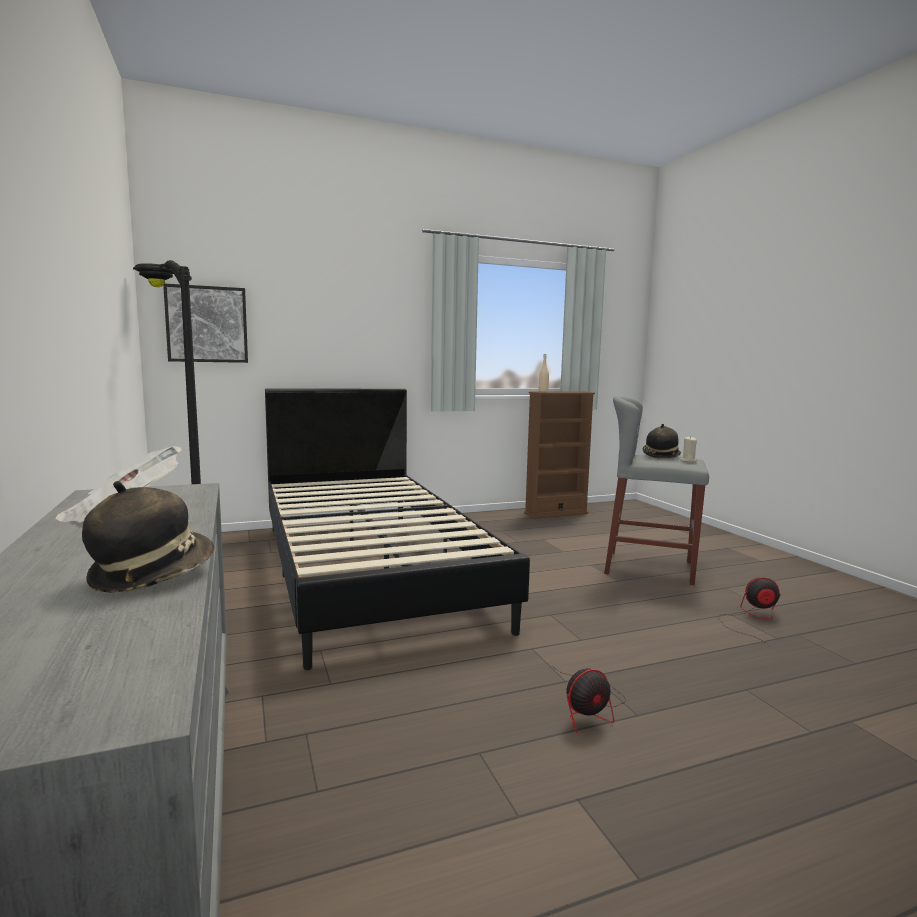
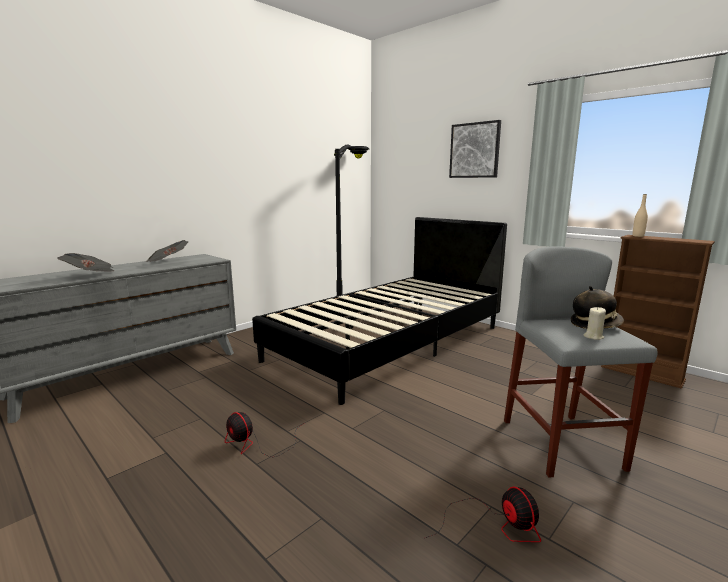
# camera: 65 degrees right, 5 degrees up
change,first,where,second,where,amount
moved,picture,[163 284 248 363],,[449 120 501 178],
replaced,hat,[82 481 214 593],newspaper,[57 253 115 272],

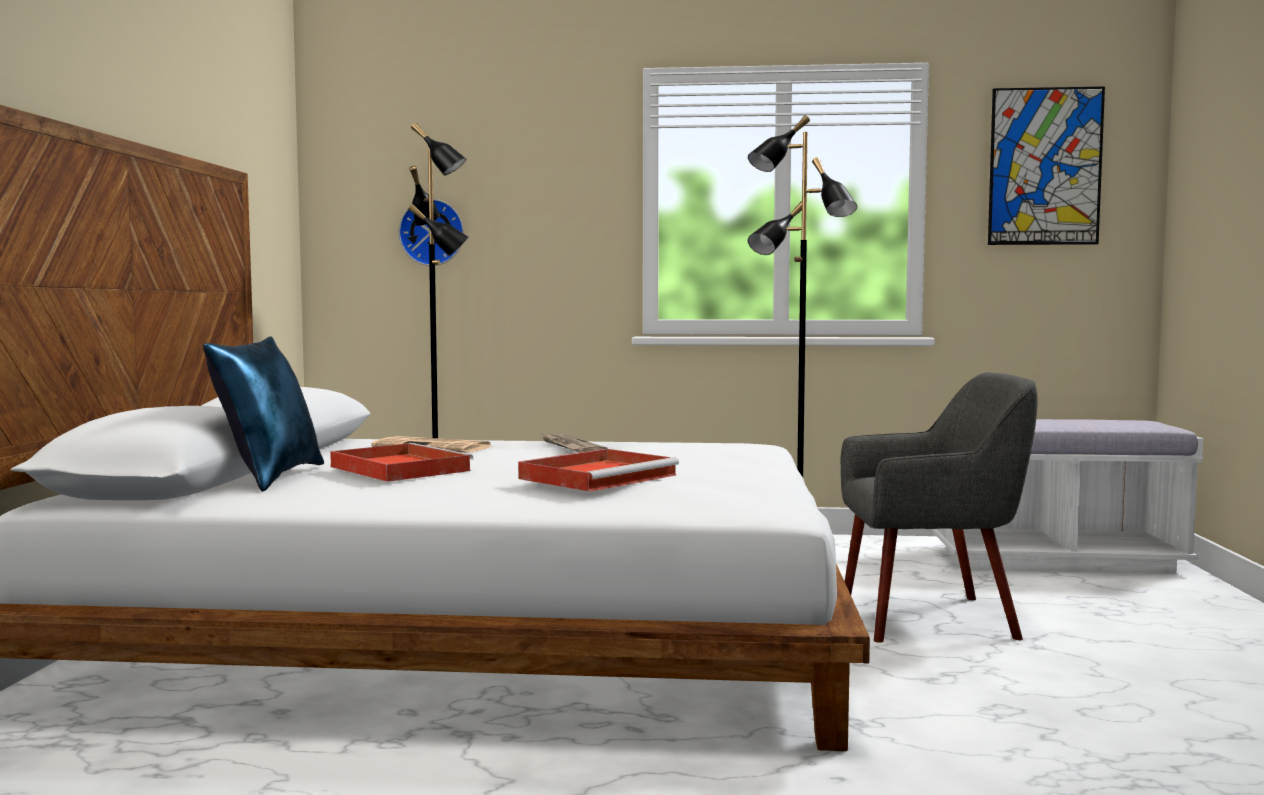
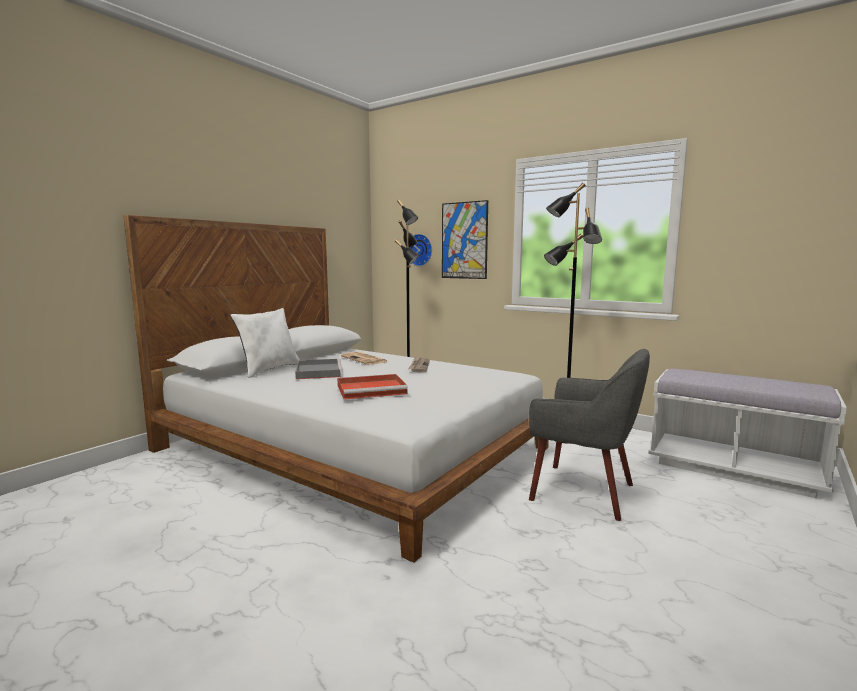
# camera: 30 degrees right, 5 degrees up
change,first,where,second,where,amount
moved,picture,[988 86 1105 245],,[442 200 488 279],
recoloured,blue pillow,[203 336 324 492],white pillow,[231 308 300 378],
recoloured,red tray,[330 443 474 482],grey tray,[295 359 342 379],

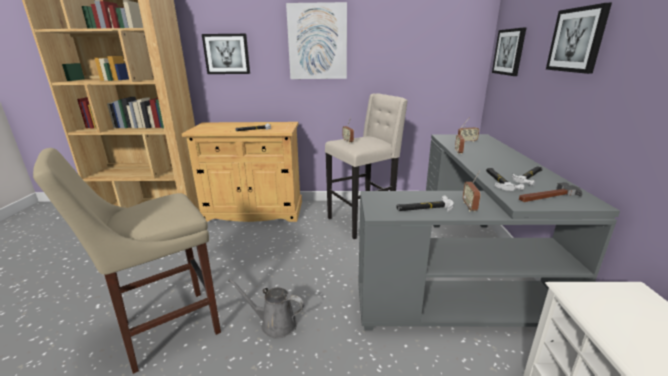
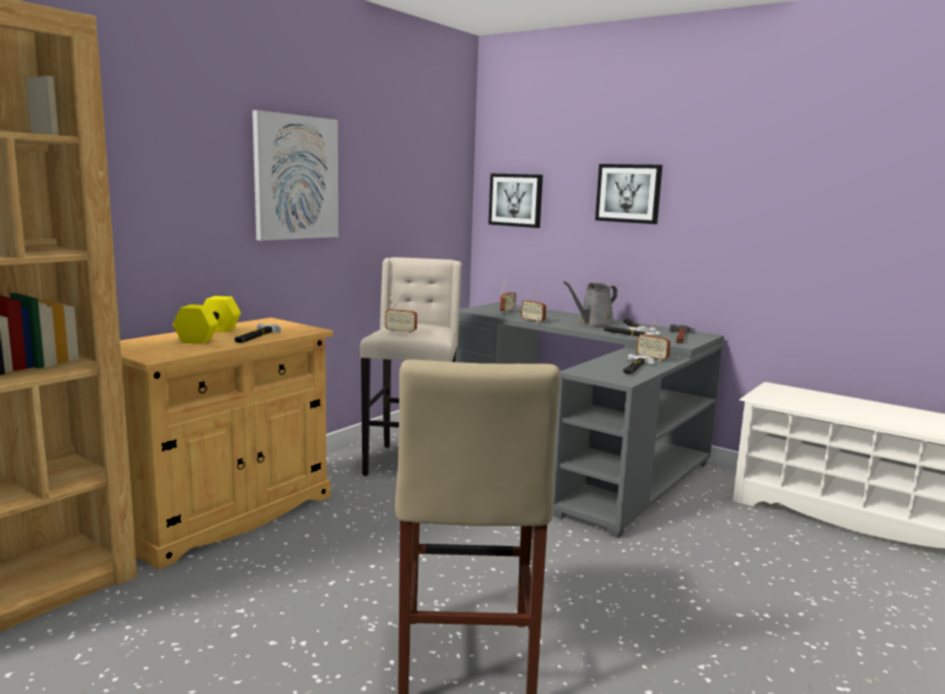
# camera: 55 degrees left, 10 degrees down
change,first,where,second,where,amount
removed,picture,[202 34 250 74],,,
added,,,yellow dumbbell,[173 296 241 344],
moved,grey watering can,[228 279 304 338],,[563 281 618 327],

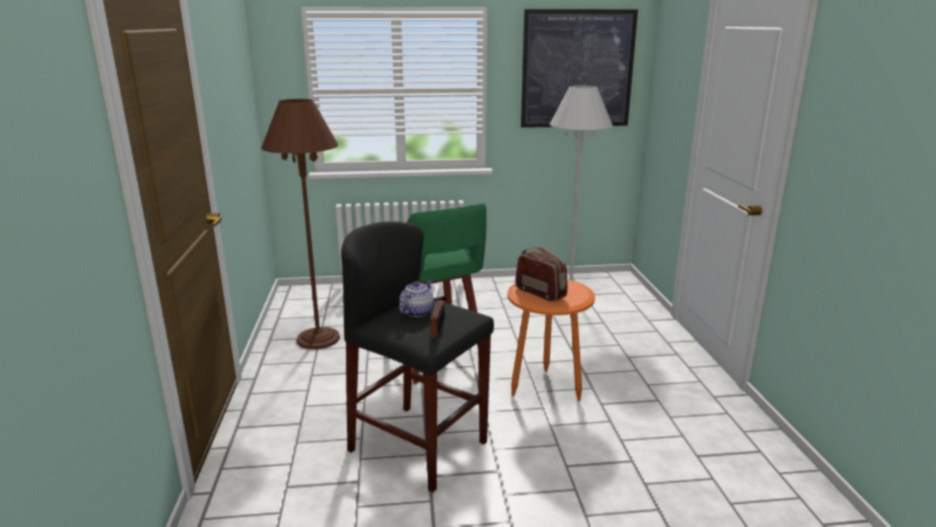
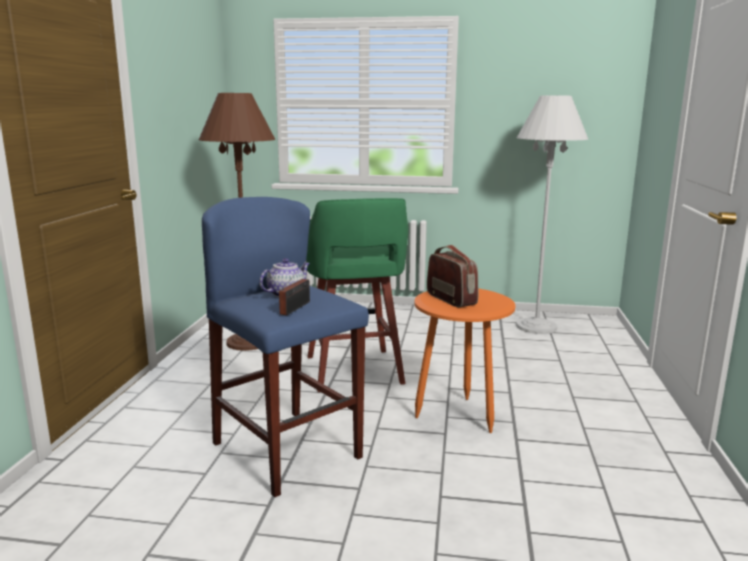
# camera: 15 degrees right, 5 degrees down
change,first,where,second,where,amount
removed,picture,[521 9 638 128],,,
recoloured,black stool,[341 221 494 492],blue stool,[202 197 369 497],

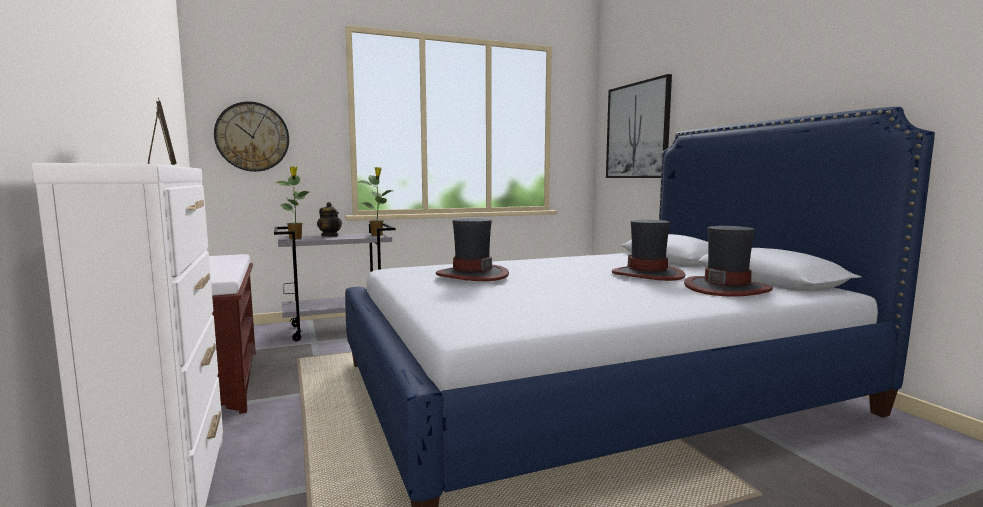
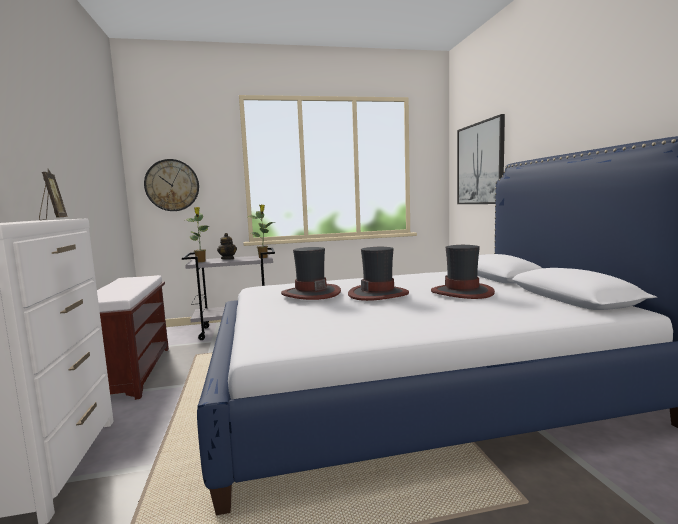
# camera: 10 degrees right, 0 degrees up
change,first,where,second,where,amount
moved,hat,[684 226 773 297],,[348 247 409 301],

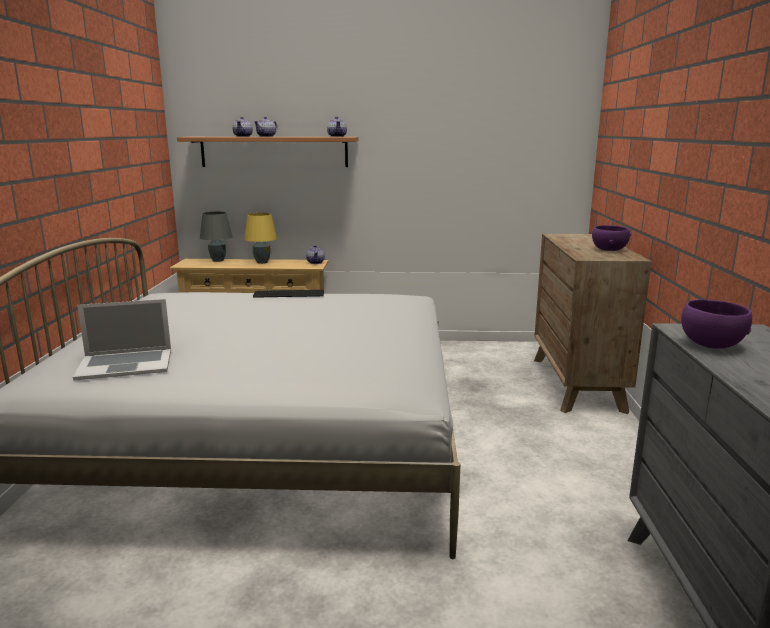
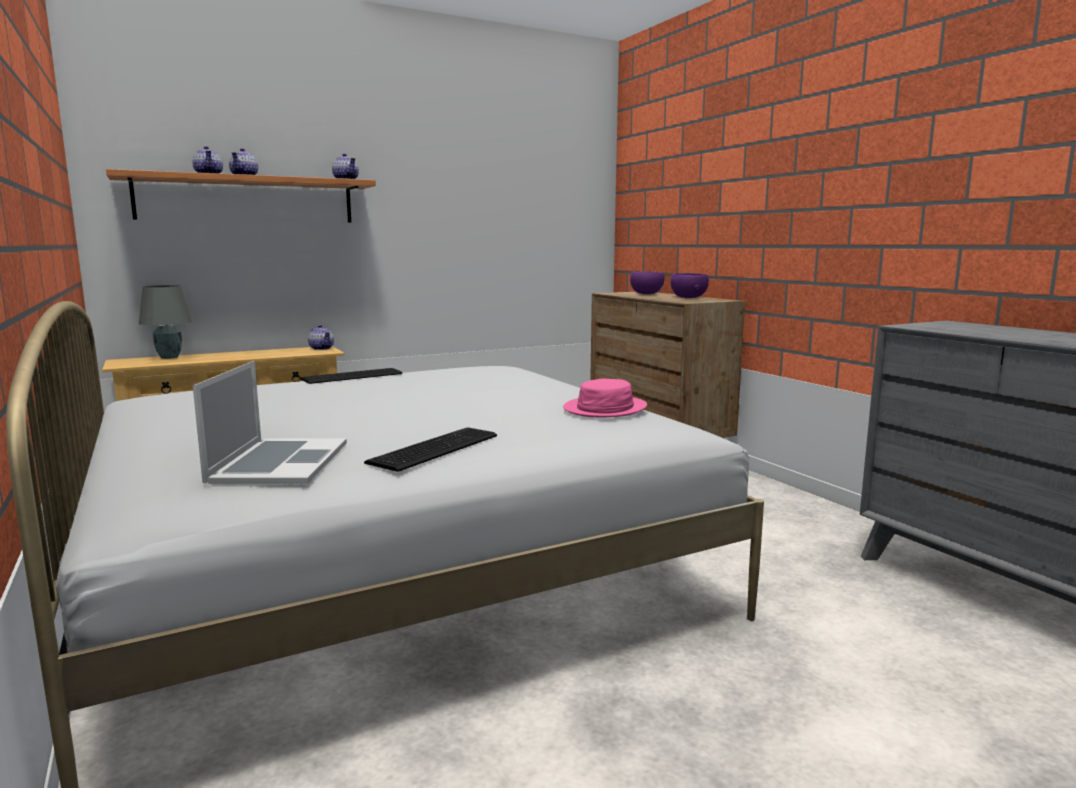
# camera: 30 degrees left, 5 degrees down
change,first,where,second,where,amount
removed,yellow table lamp,[244 213 277 264],,,
added,,,keyboard,[364 427 497 472],
added,,,pink hat,[563 379 647 417],
moved,purple bowl,[681 299 752 349],,[630 271 664 294],
turned,laptop,[73 299 171 381],,[193 361 347 484],45 degrees counterclockwise

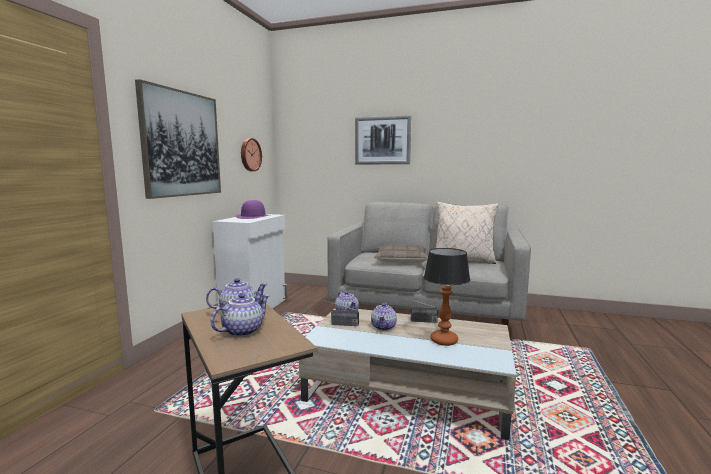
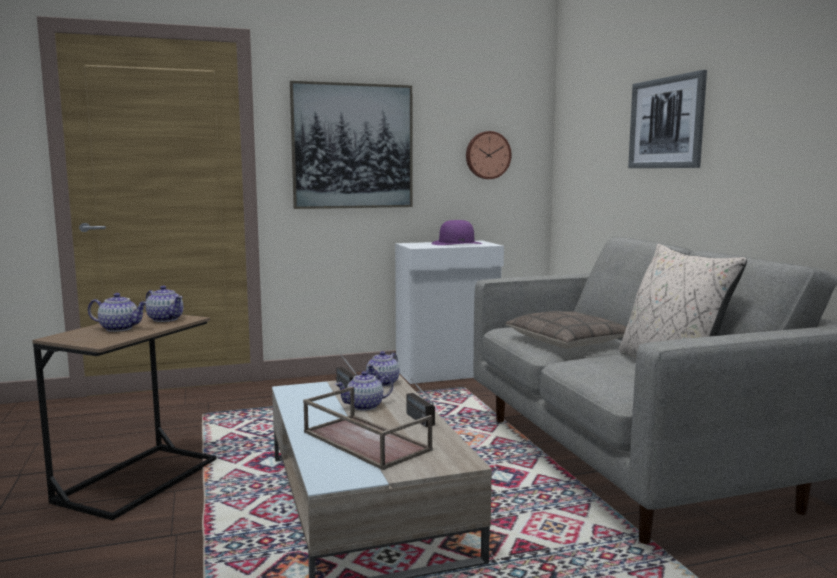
# camera: 55 degrees right, 0 degrees up
change,first,where,second,where,amount
replaced,table lamp,[424 248 470 346],brown tray,[303 387 433 470],

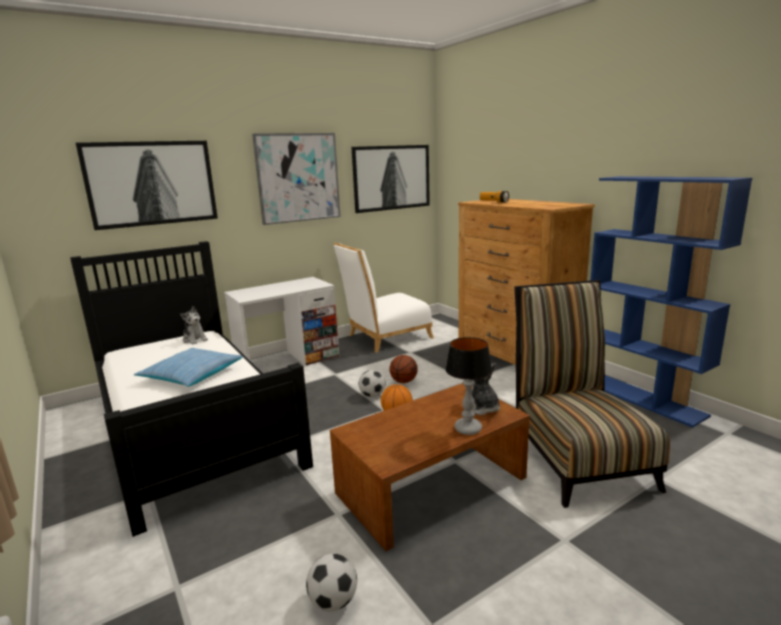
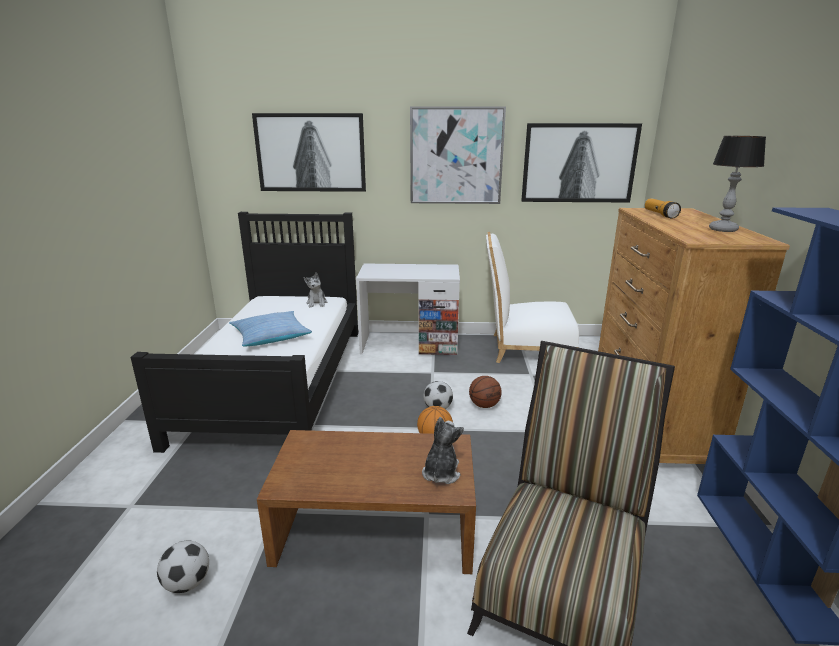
# camera: 35 degrees right, 5 degrees up
change,first,where,second,where,amount
moved,table lamp,[446 337 492 435],,[709 136 766 232],

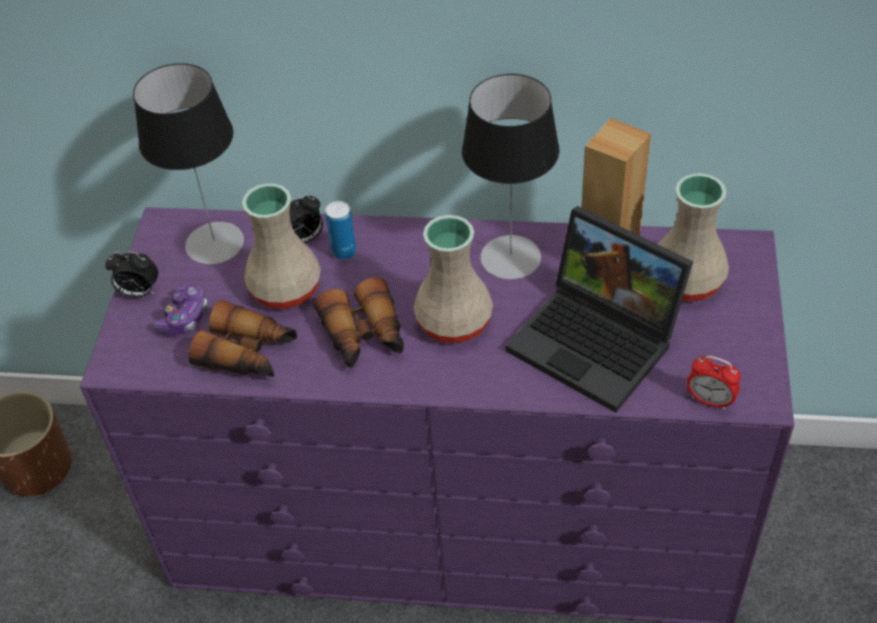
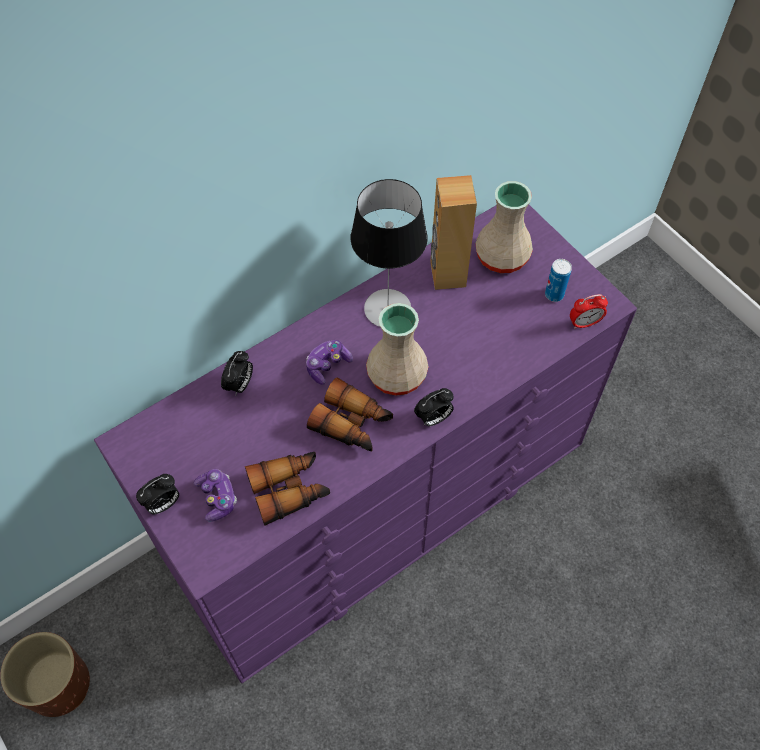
# camera: 45 degrees left, 10 degrees up
change,first,where,second,where,amount
removed,table lamp,[133 63 244 264],,,
removed,beige vase,[242 183 321 309],,,
removed,laptop,[506 206 693 413],,,
added,,,game controller,[306 340 353 385],
added,,,alarm clock,[414 388 454 426],
moved,can,[325 201 356 260],,[545 259 572 302],

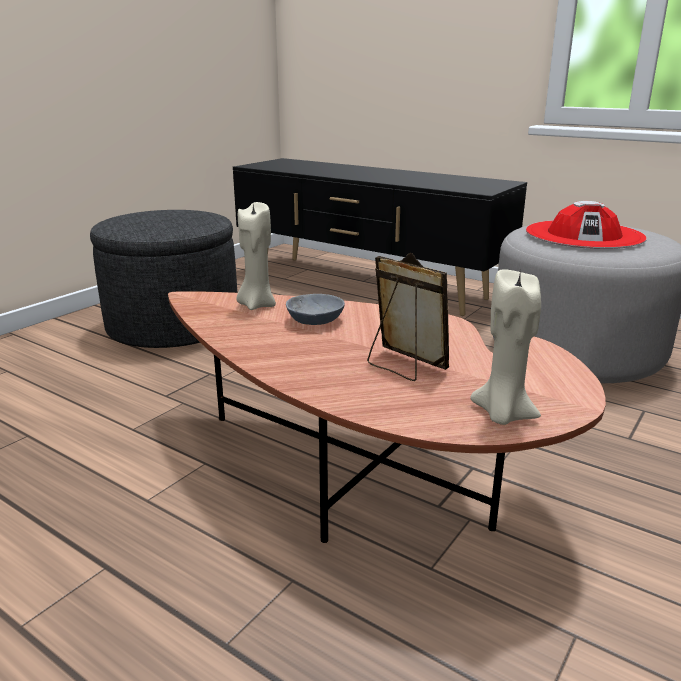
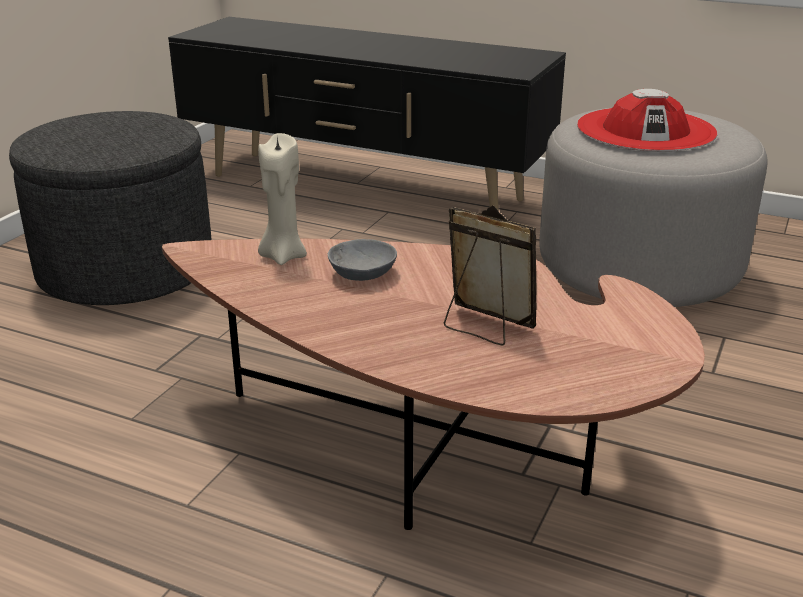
# camera: 10 degrees left, 5 degrees up
change,first,where,second,where,amount
removed,beige candle,[470 270 541 425],,,

